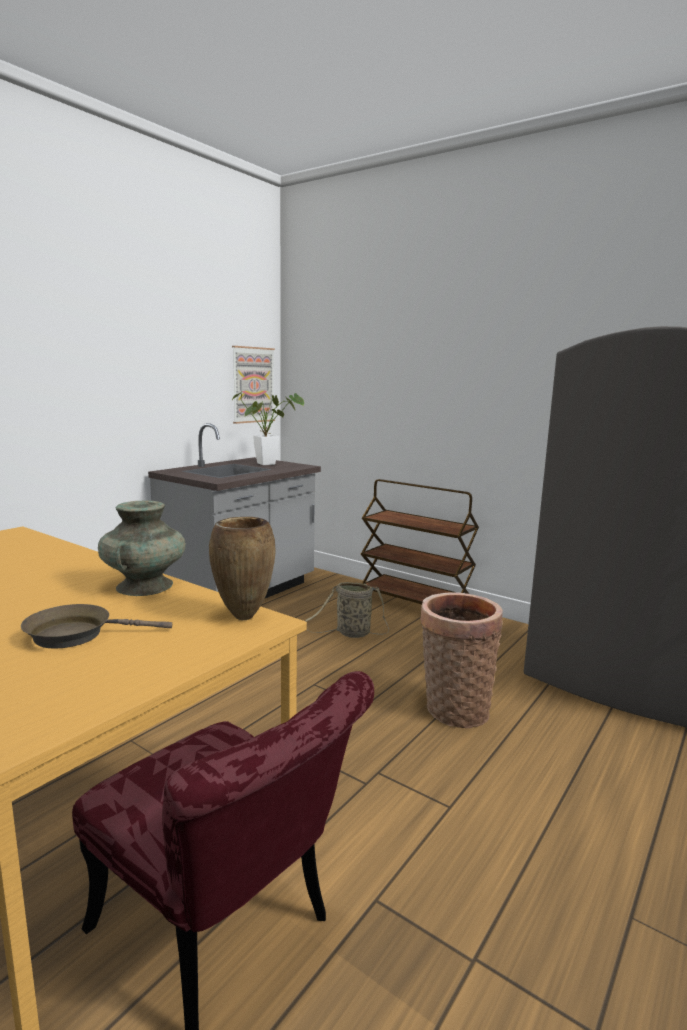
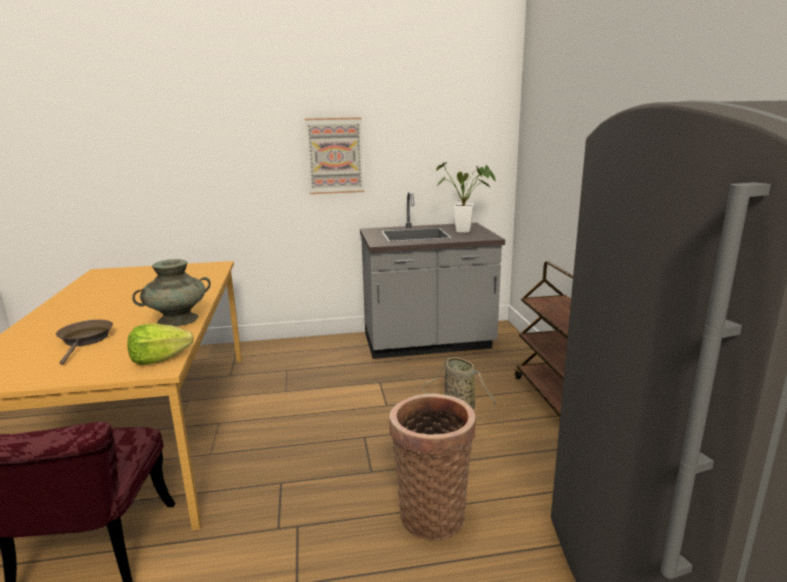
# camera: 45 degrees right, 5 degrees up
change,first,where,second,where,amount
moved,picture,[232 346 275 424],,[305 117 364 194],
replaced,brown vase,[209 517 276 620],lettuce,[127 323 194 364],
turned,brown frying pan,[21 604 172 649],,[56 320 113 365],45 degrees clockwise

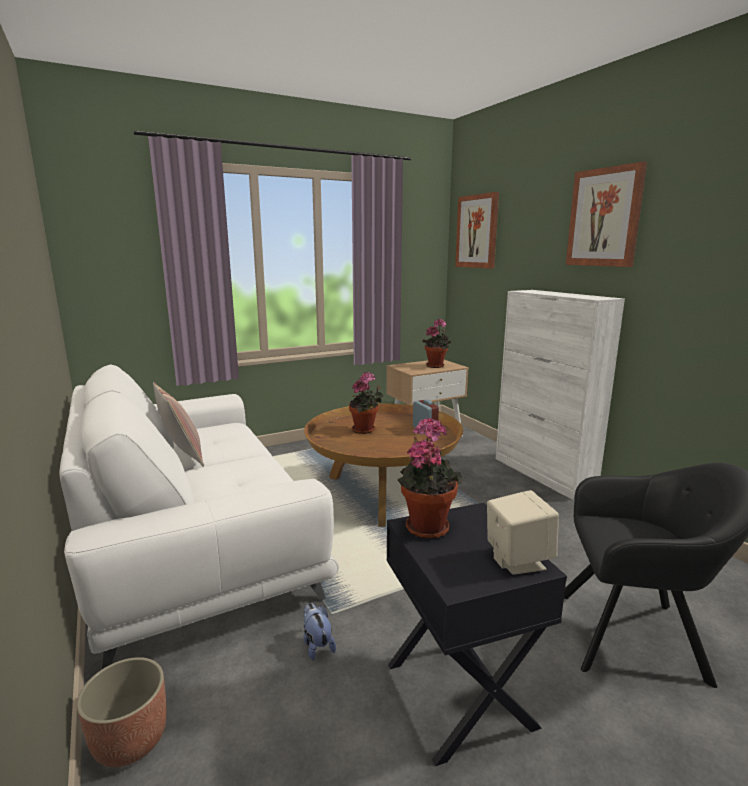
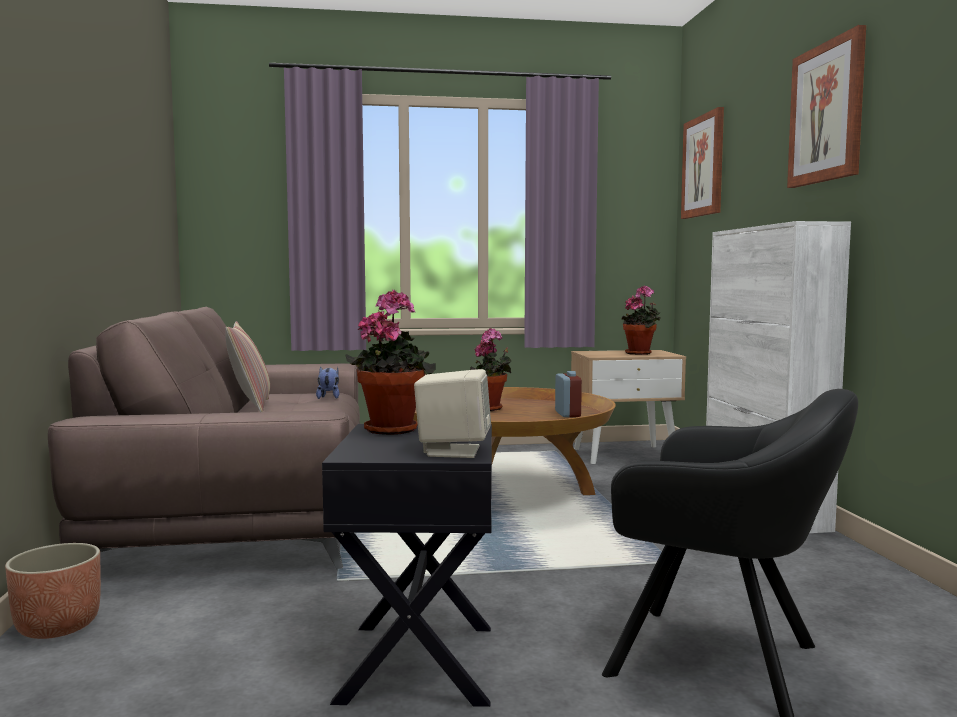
# camera: 20 degrees right, 10 degrees down
change,first,where,second,where,amount
moved,plush toy,[303 603 336 660],,[316 367 339 399],
recoloured,white sofa,[60 364 339 670],brown sofa,[48 307 360 569],

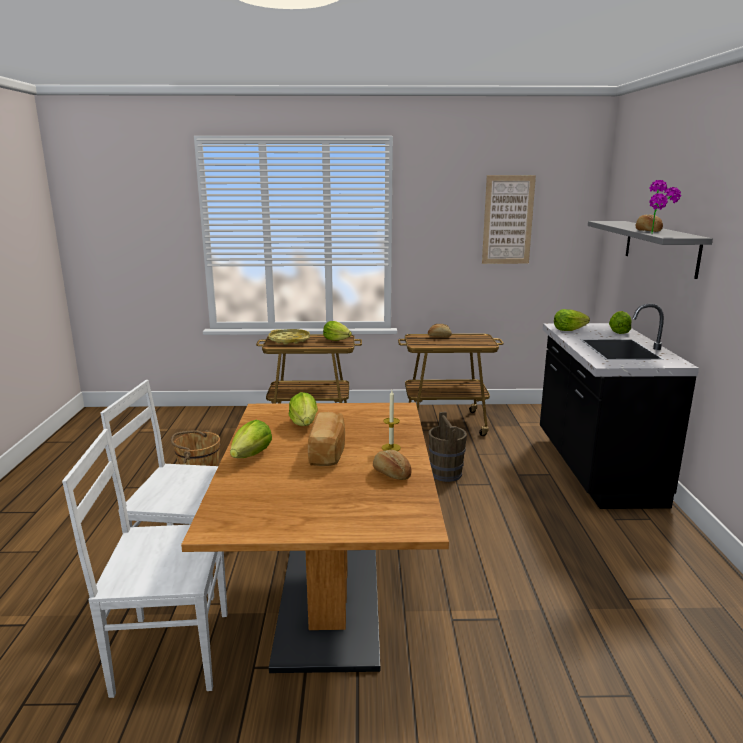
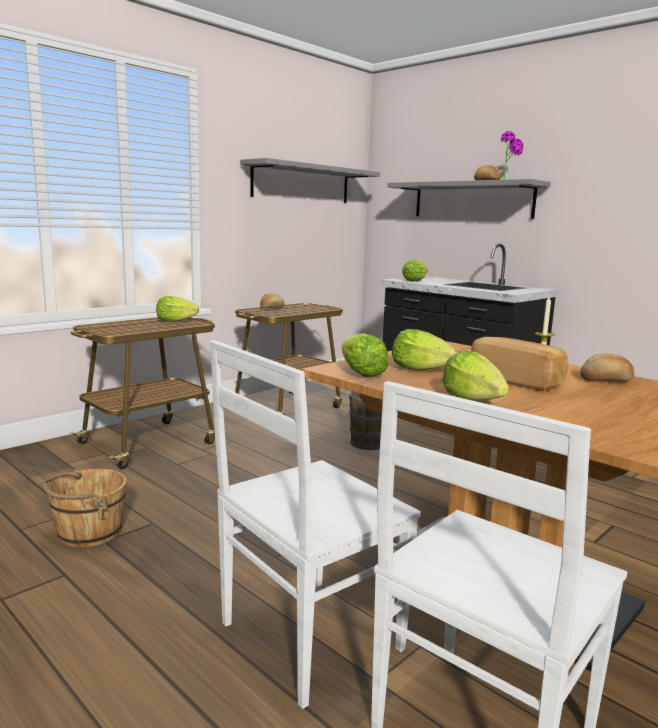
# camera: 45 degrees left, 5 degrees down
change,first,where,second,where,amount
removed,yellow tray,[269 329 310 345],,,
moved,lettuce,[609 311 632 334],,[342 333 388 377],
replaced,picture,[482 175 536 264],grey shelf,[240 158 380 203],

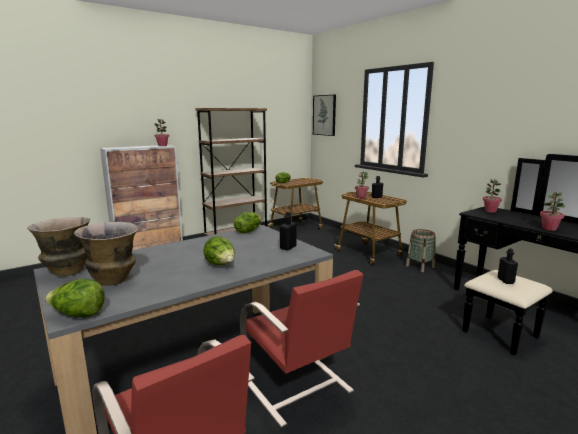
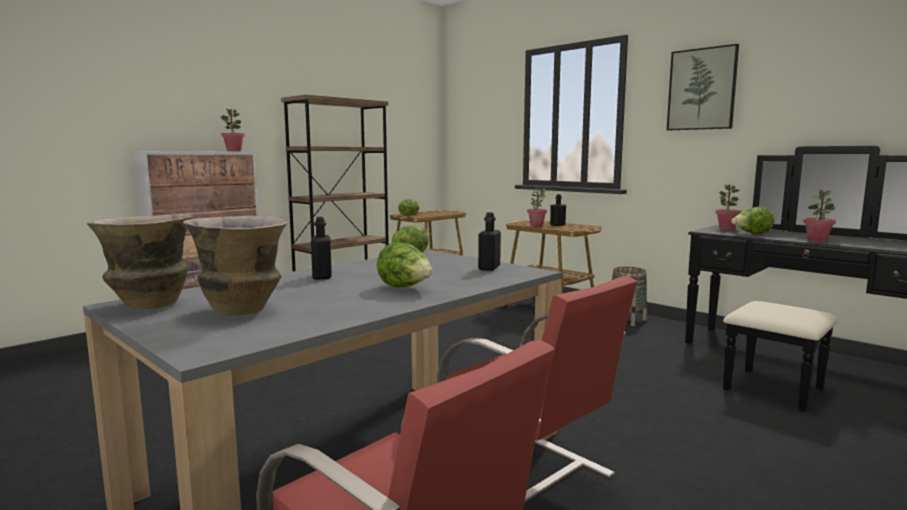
# camera: 10 degrees left, 5 degrees down
change,first,where,second,where,amount
moved,lettuce,[44 279 105 317],,[731 207 774 234],
moved,picture,[313 95 336 136],,[667 44 739 130],
moved,black bottle,[498 249 518 284],,[311 217 332 280],

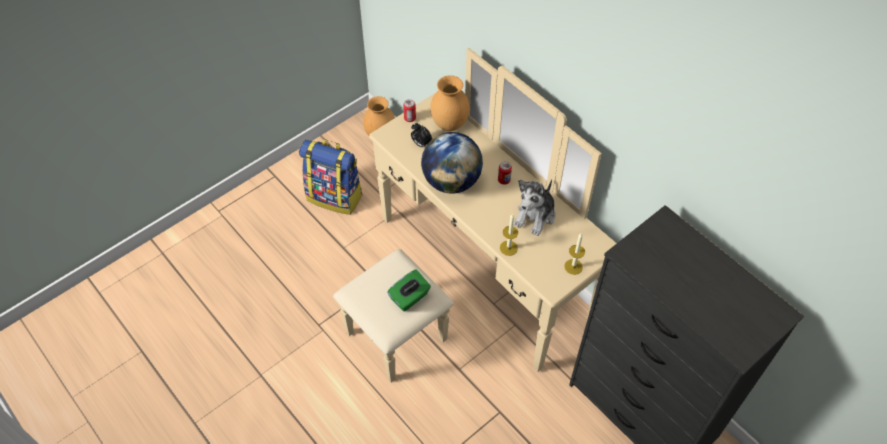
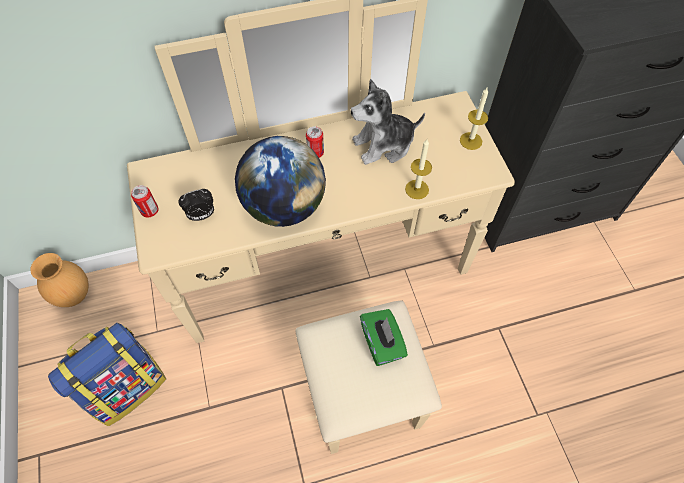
# camera: 65 degrees left, 5 degrees up
change,first,where,second,where,amount
removed,brown vase,[430 75 470 131],,,
turned,plush toy,[514 179 555 236],,[351 79 425 165],105 degrees clockwise

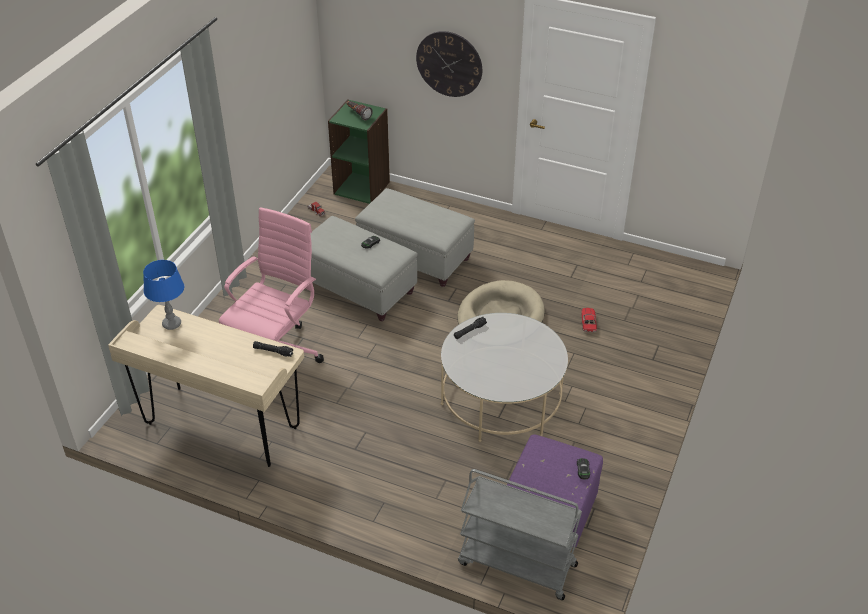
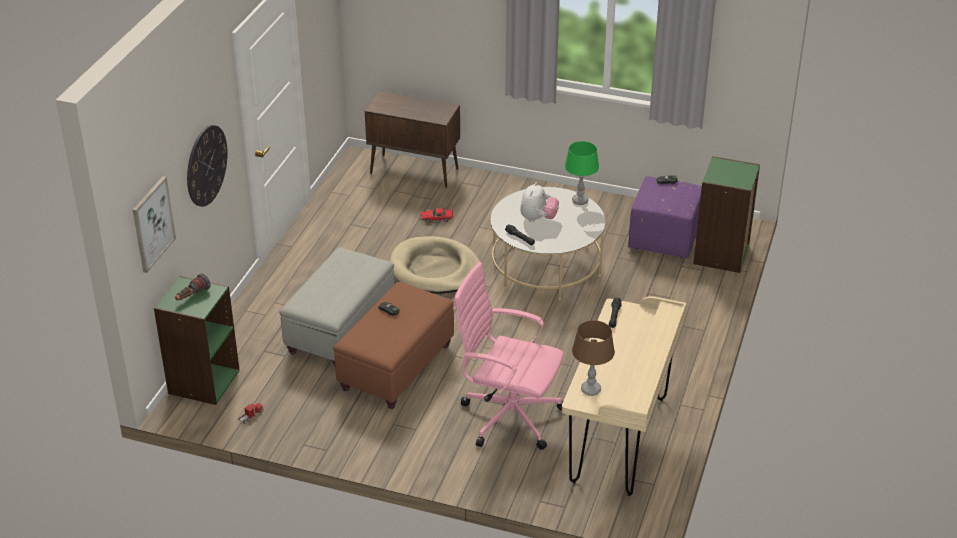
# camera: 95 degrees left, 5 degrees down
change,first,where,second,where,amount
added,,,picture,[133 176 176 273],
added,,,brown cabinet,[365 91 460 188],
added,,,plush toy,[520 182 559 222],
added,,,green table lamp,[565 141 599 205],
replaced,grey cart,[458 469 582 600],green bookcase,[693 156 760 273],
recoloured,blue table lamp,[143 260 184 330],brown table lamp,[572 320 615 396],
recoloured,grey ottoman,[311 216 418 321],brown ottoman,[333 282 454 409],

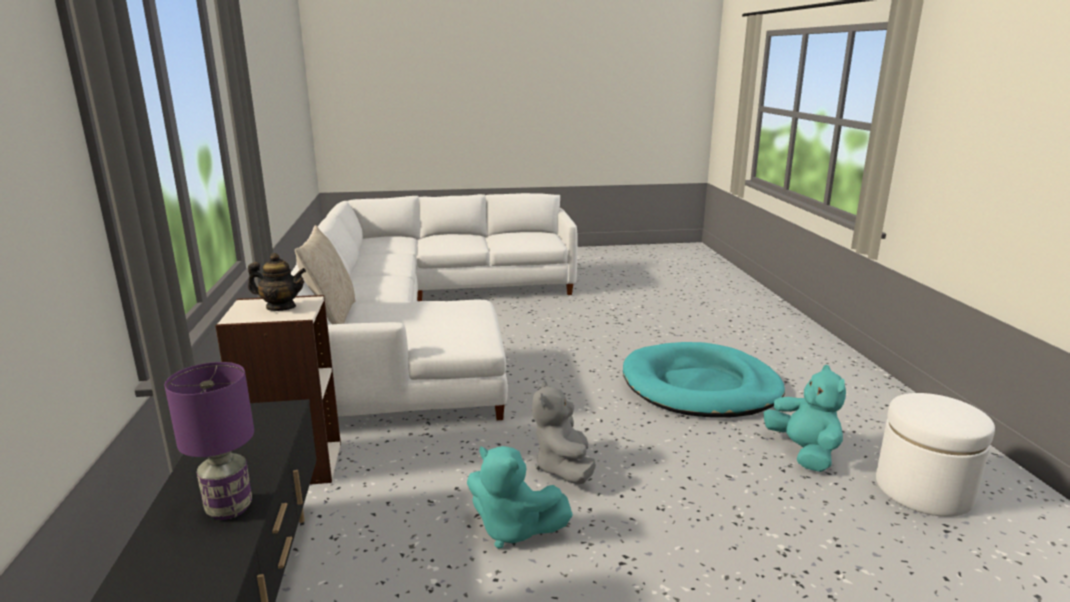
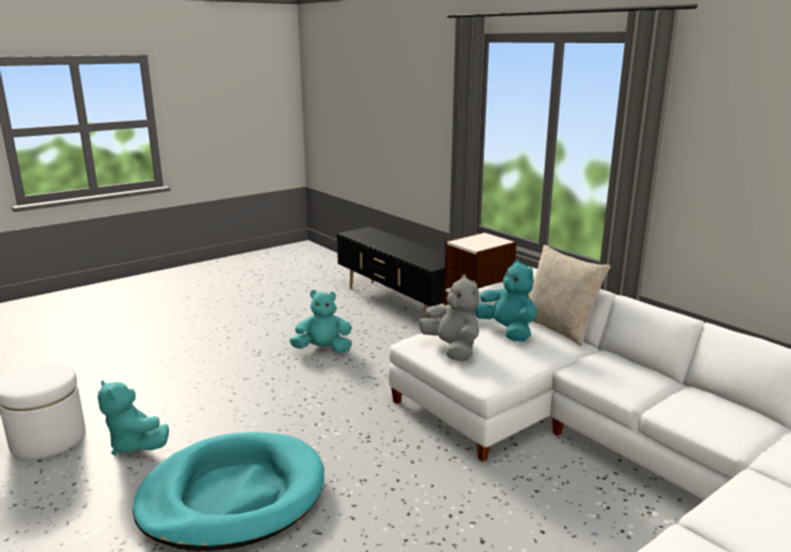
# camera: 150 degrees right, 0 degrees up
change,first,where,second,where,amount
removed,purple table lamp,[165 362 254 520],,,
removed,teapot,[248 253 306 311],,,
added,,,turquoise plush toy,[474 260 537 341],
moved,grey plush toy,[532 381 596 484],,[419 274 479 361],

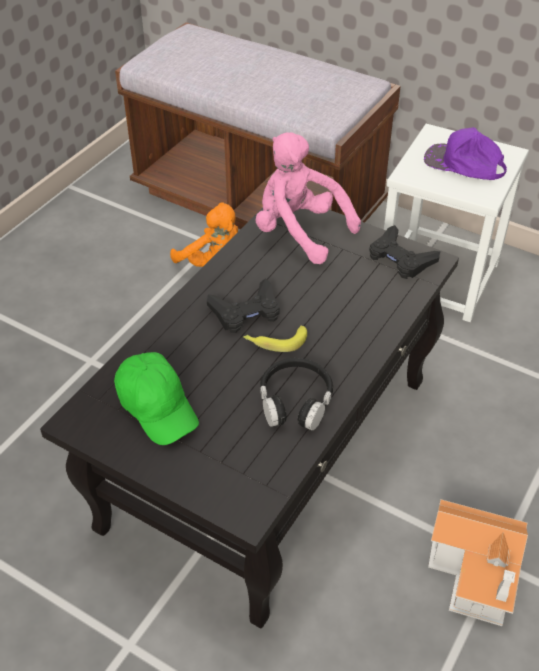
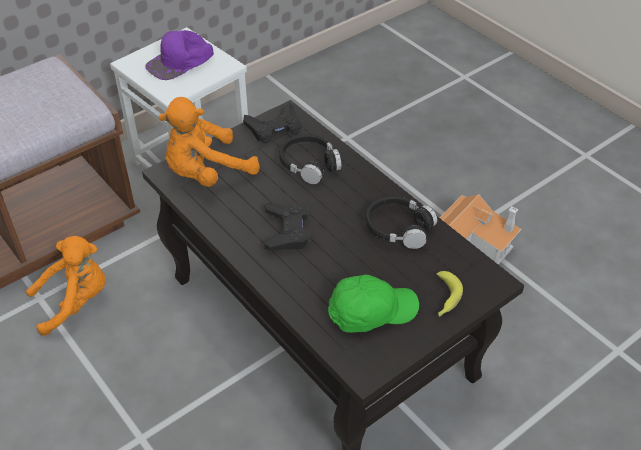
# camera: 70 degrees left, 0 degrees up
change,first,where,second,where,amount
added,,,black headphones,[279 134 341 184],
moved,banana,[243 325 307 352],,[437 271 463 317],
recoloured,pink plush toy,[256 132 361 264],orange plush toy,[159 97 260 187],

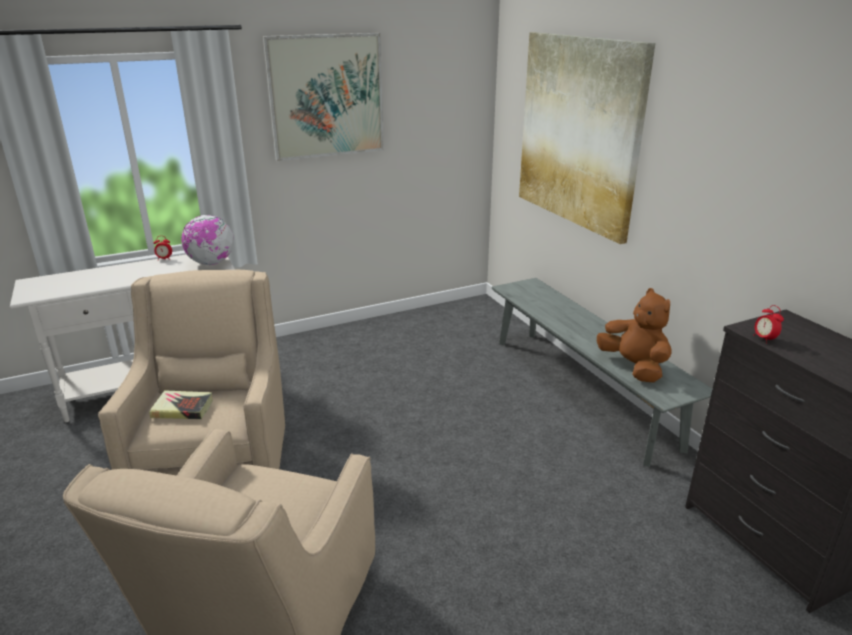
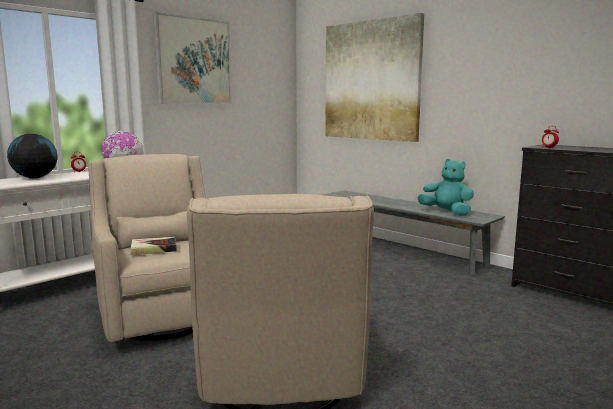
# camera: 20 degrees left, 15 degrees down
change,first,where,second,where,amount
added,,,globe,[7 134 57 179],
recoloured,brown plush toy,[597 288 671 383],turquoise plush toy,[417 159 474 216],

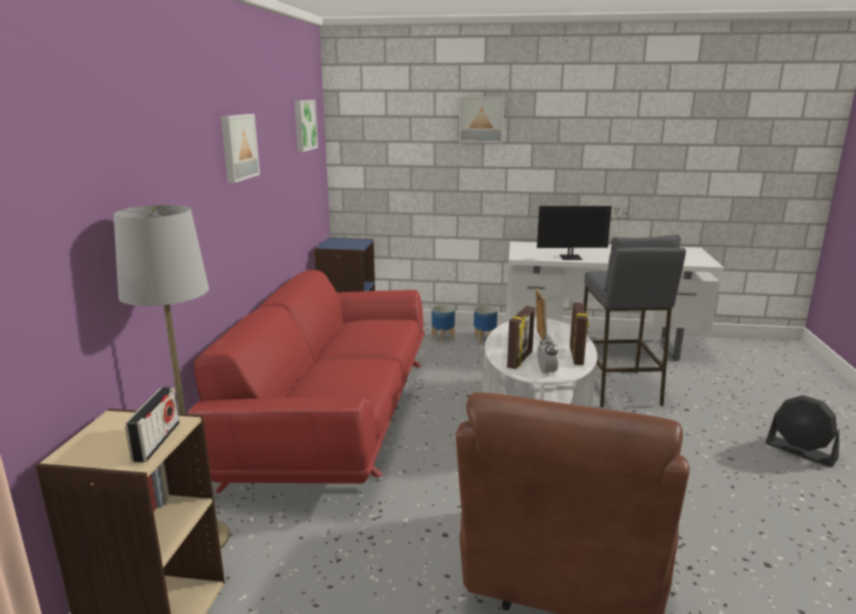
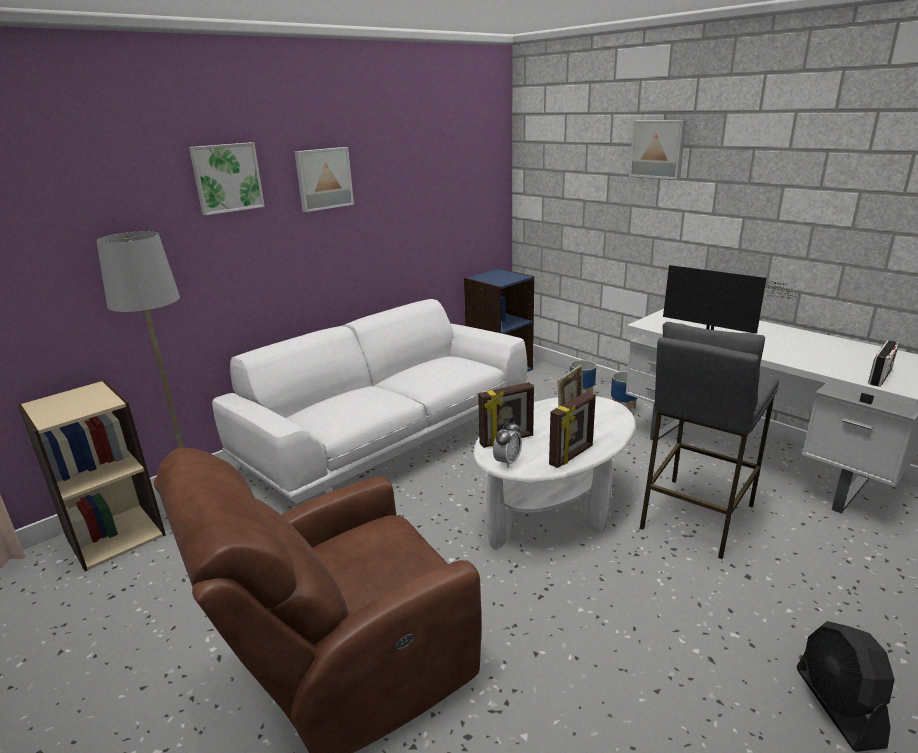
# camera: 40 degrees right, 5 degrees up
change,first,where,second,where,amount
moved,radio,[125 387 180 462],,[868 340 899 387],
moved,picture,[294 100 318 152],,[189 142 265 215],
recoloured,red sofa,[188 270 425 493],white sofa,[212 299 528 504],

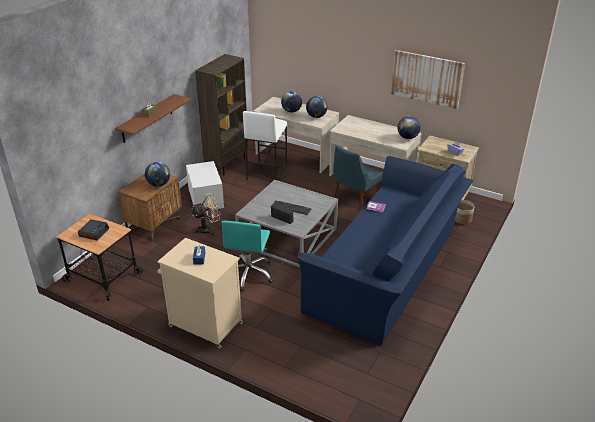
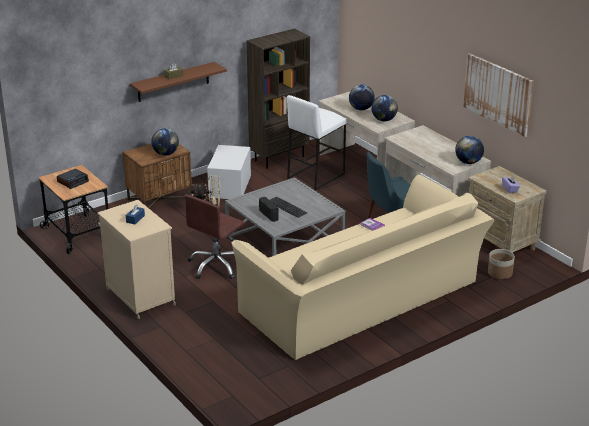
# camera: 25 degrees right, 5 degrees down
change,first,where,second,where,amount
recoloured,turquoise office chair,[221 221 273 291],brown office chair,[185 194 244 279],
recoloured,blue sofa,[298 156 474 344],beige sofa,[232 175 494 360],

